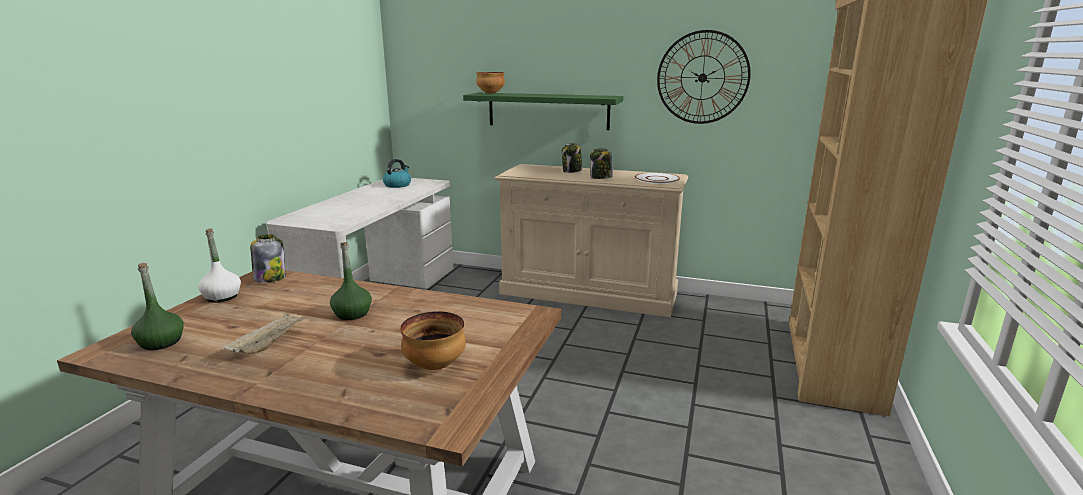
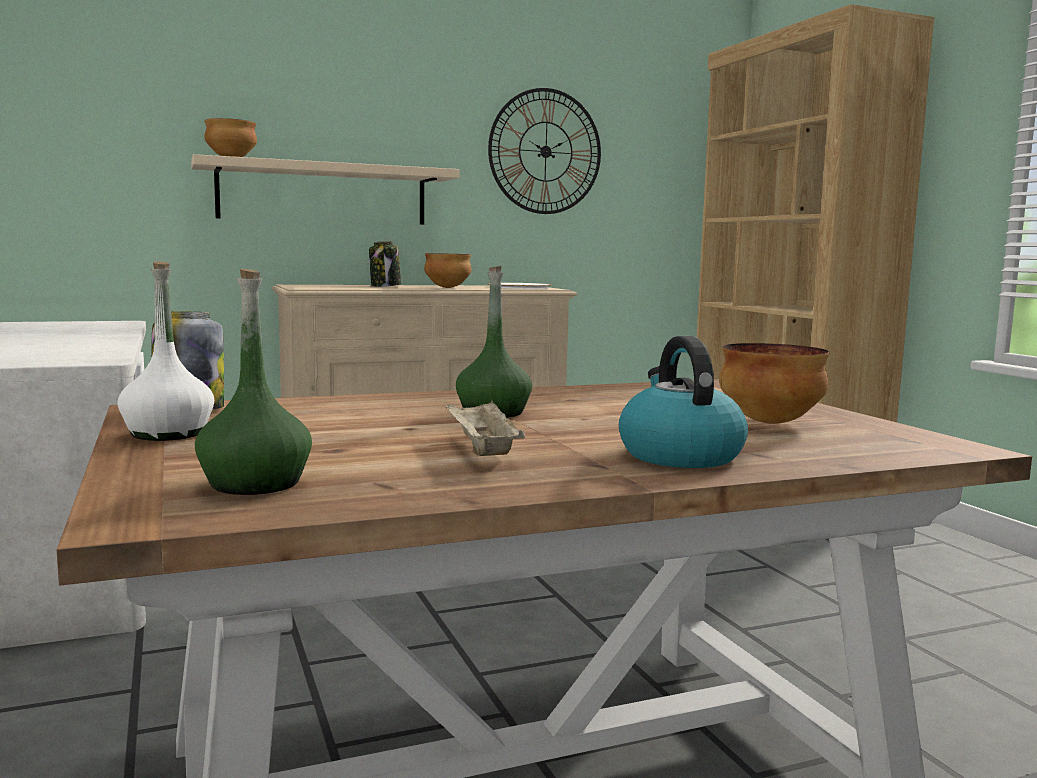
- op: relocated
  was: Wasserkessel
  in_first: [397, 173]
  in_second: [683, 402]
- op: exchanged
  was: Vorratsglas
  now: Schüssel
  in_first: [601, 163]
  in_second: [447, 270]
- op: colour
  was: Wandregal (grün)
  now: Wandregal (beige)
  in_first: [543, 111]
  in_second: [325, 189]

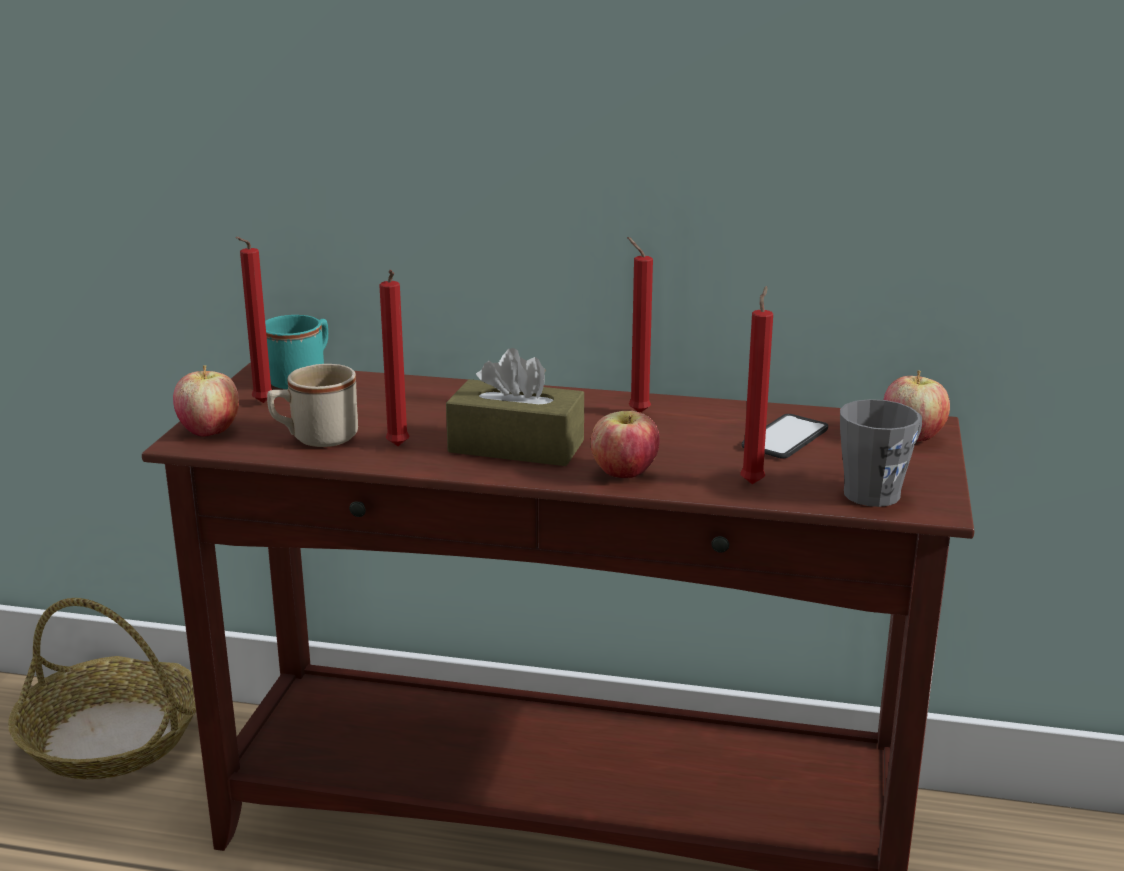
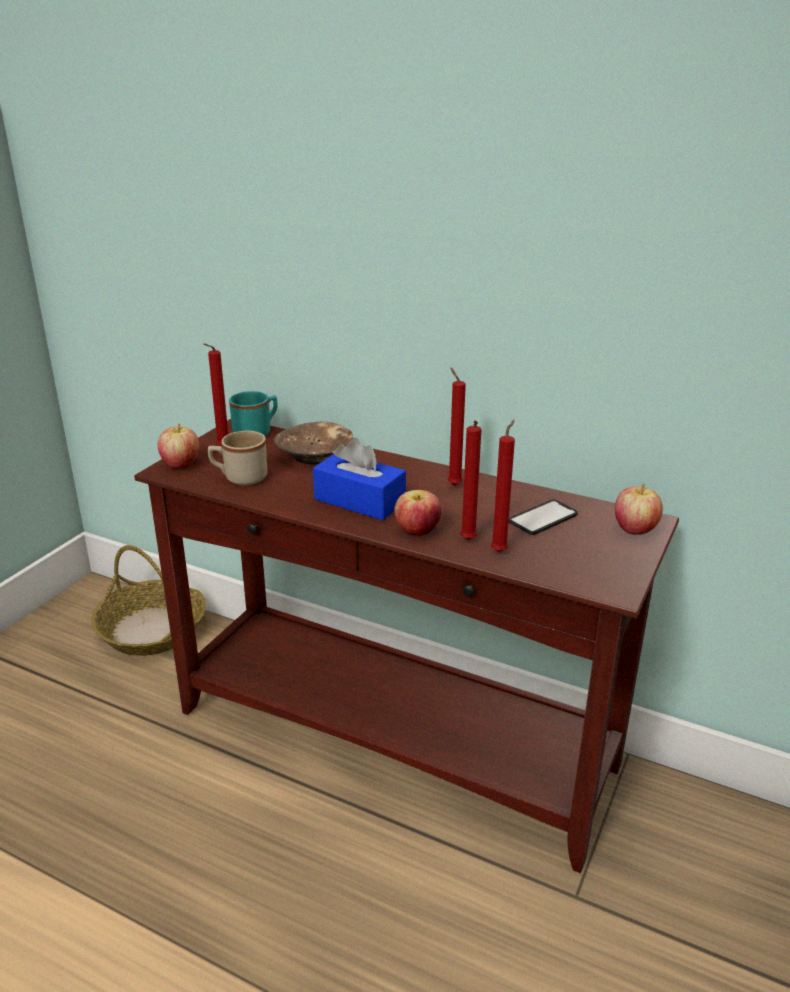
- op: missing
  was: Henkelbecher (grau)
  in_first: [881, 453]
- op: appeared
  now: Schüssel (braun)
  in_second: [313, 443]
- op: relocated
  was: Kerze (rot)
  in_first: [394, 358]
  in_second: [470, 480]
- op: colour
  was: Taschentuchbox (braun)
  now: Taschentuchbox (blau)
  in_first: [515, 407]
  in_second: [359, 479]

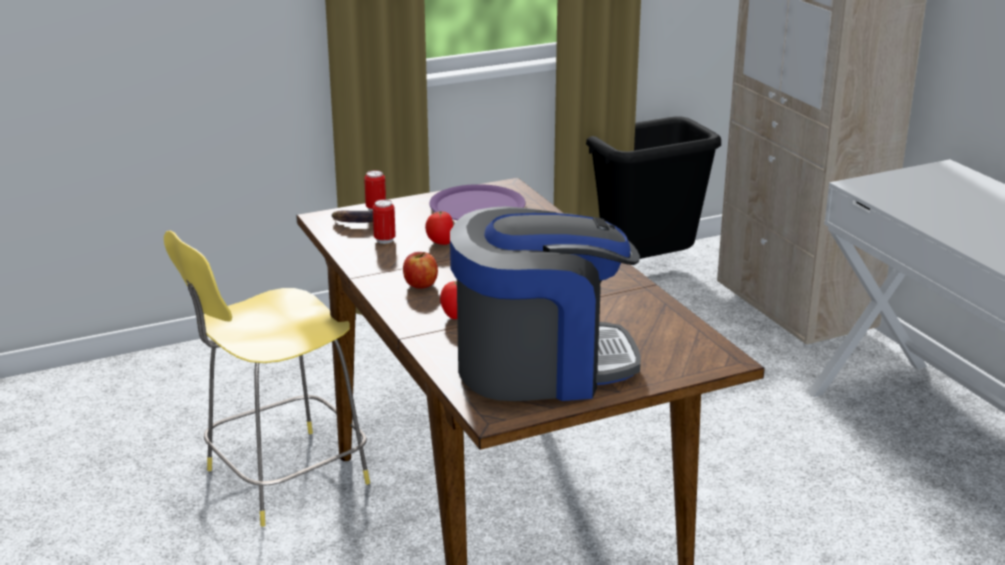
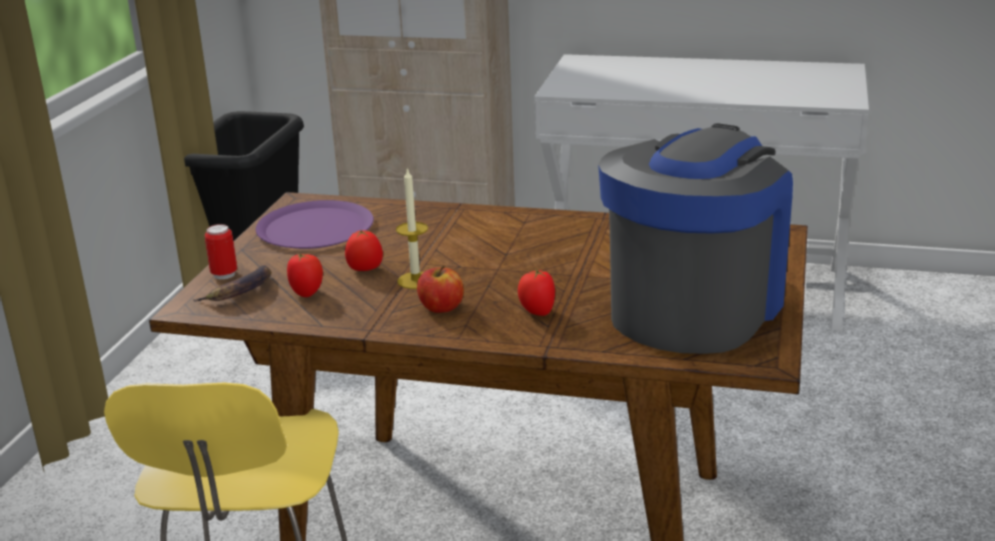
- op: appeared
  now: Kerze
  in_second: [412, 228]
- op: exchanged
  was: Dose
  now: Tomate
  in_first: [384, 221]
  in_second: [305, 275]

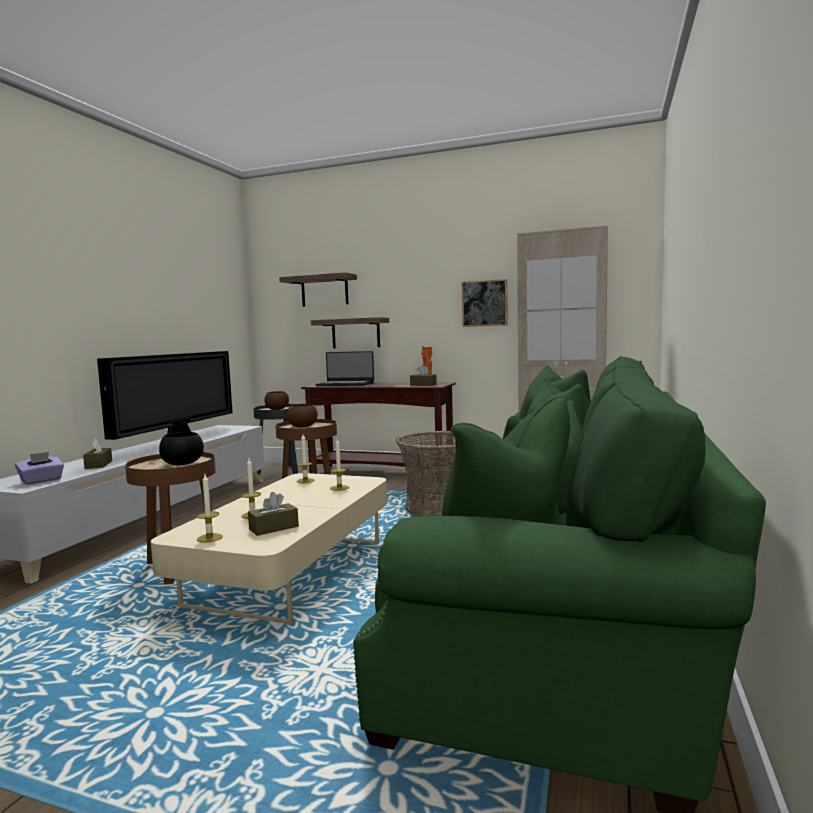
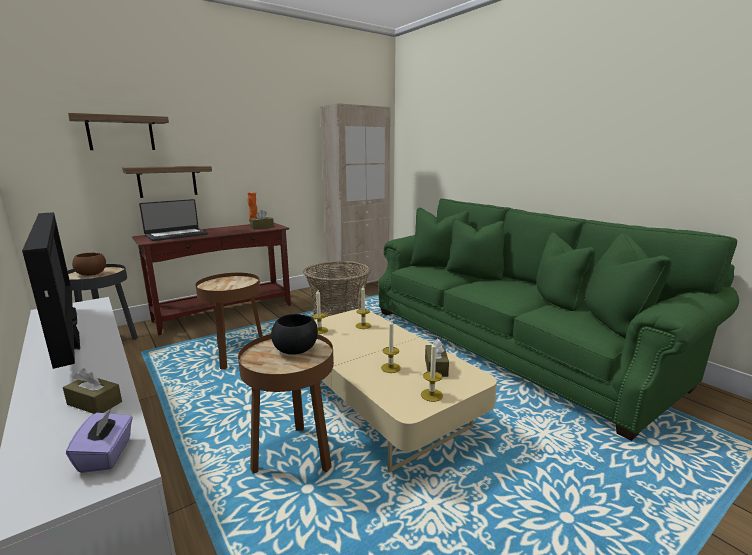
- op: missing
  was: Schüssel (braun)
  in_first: [302, 415]
- op: missing
  was: Bild
  in_first: [485, 303]

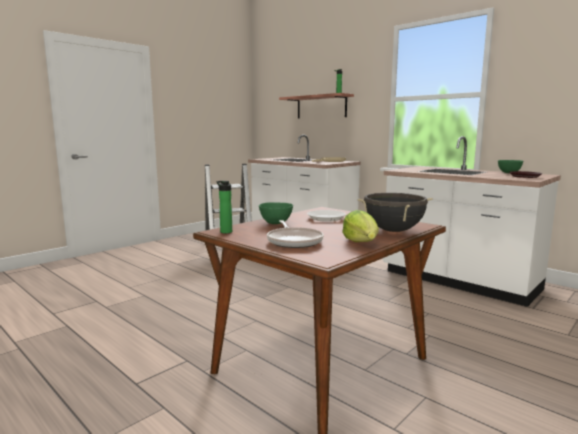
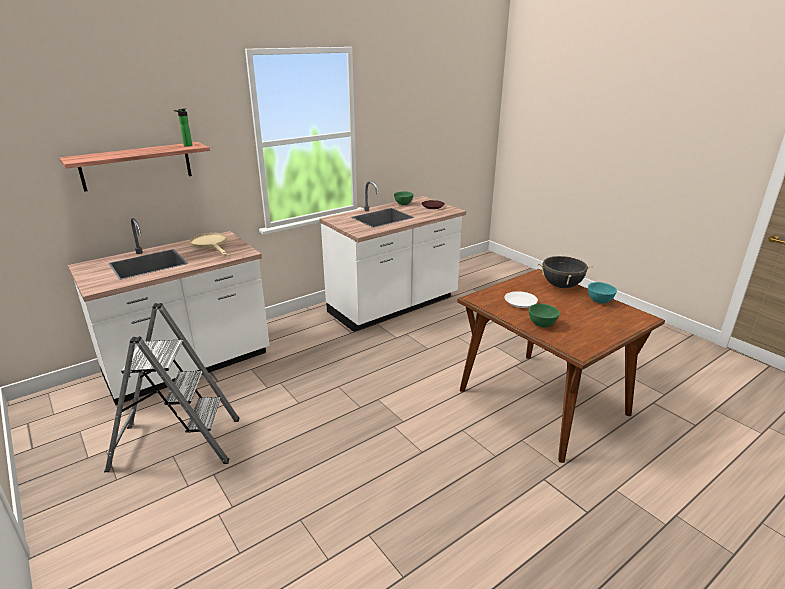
- op: missing
  was: Flasche
  in_first: [224, 207]
- op: missing
  was: Pfanne
  in_first: [295, 234]
- op: exchanged
  was: Salatkopf
  now: Schüssel (türkis)
  in_first: [360, 226]
  in_second: [602, 293]

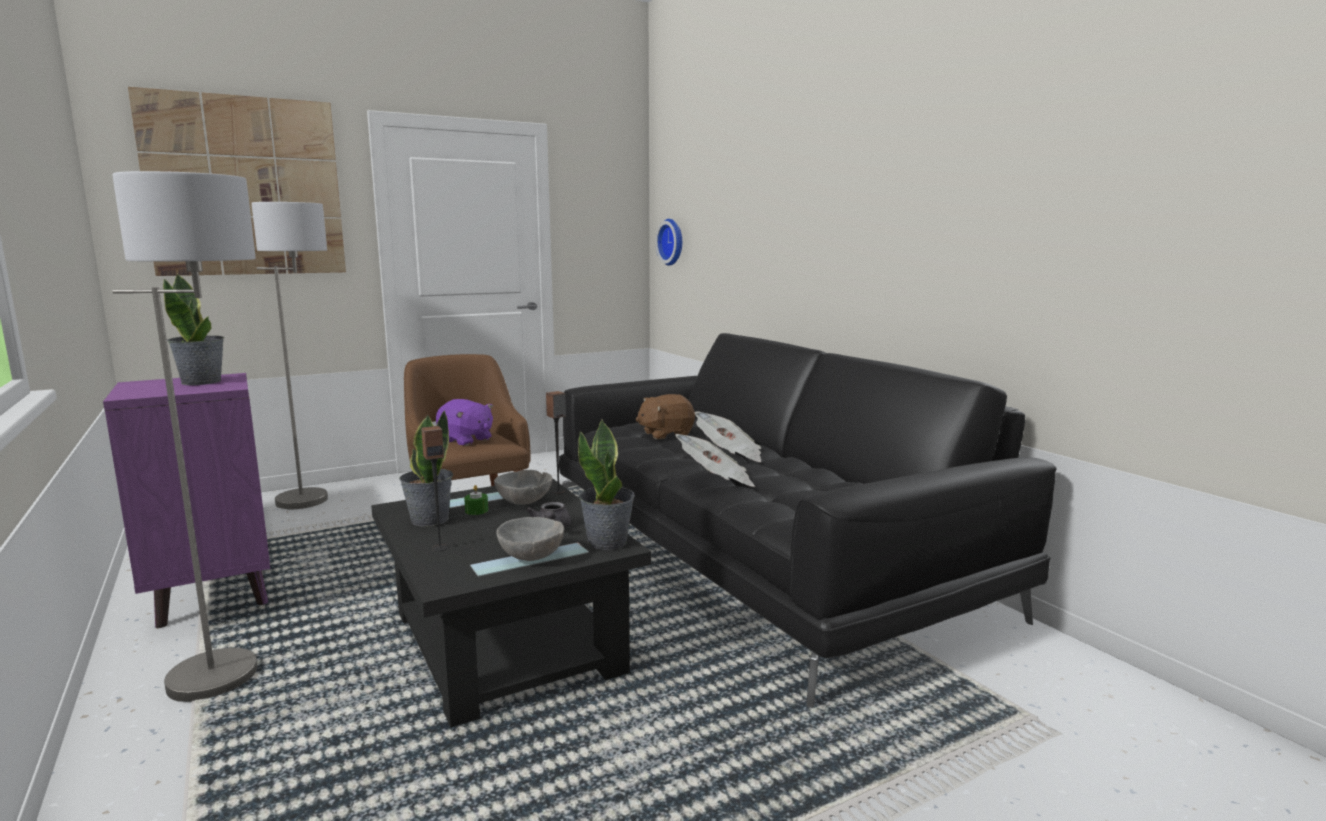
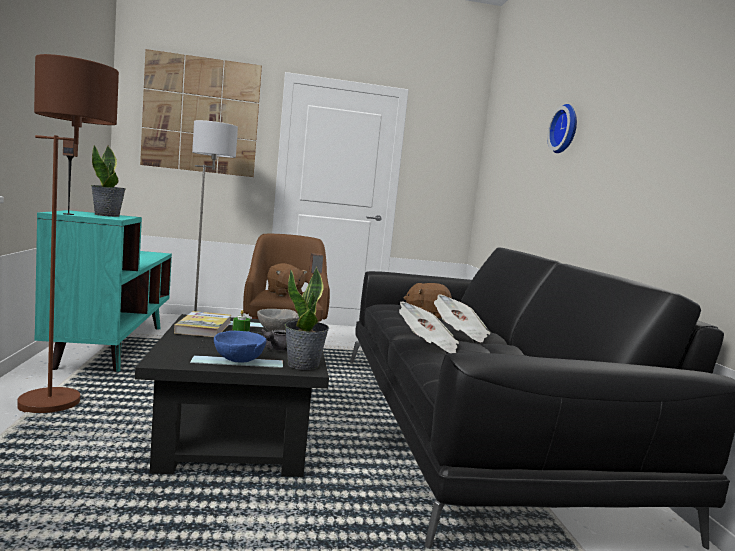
- op: relocated
  was: Lautsprecher
  in_first: [434, 488]
  in_second: [70, 176]
- op: relocated
  was: Wanduhr
  in_first: [669, 242]
  in_second: [562, 128]
- op: exchanged
  was: Topfpflanze
  now: Buch
  in_first: [426, 468]
  in_second: [202, 324]
- op: colour
  was: Fernsehschrank (lila)
  now: Fernsehschrank (türkis)
  in_first: [186, 500]
  in_second: [103, 291]
- op: colour
  was: Stehlampe (grau)
  now: Stehlampe (braun)
  in_first: [184, 436]
  in_second: [68, 233]
- op: colour
  was: Plüschtier (lila)
  now: Plüschtier (braun)
  in_first: [464, 422]
  in_second: [287, 279]
- op: colour
  was: Schüssel (grau)
  now: Schüssel (blau)
  in_first: [530, 539]
  in_second: [240, 346]

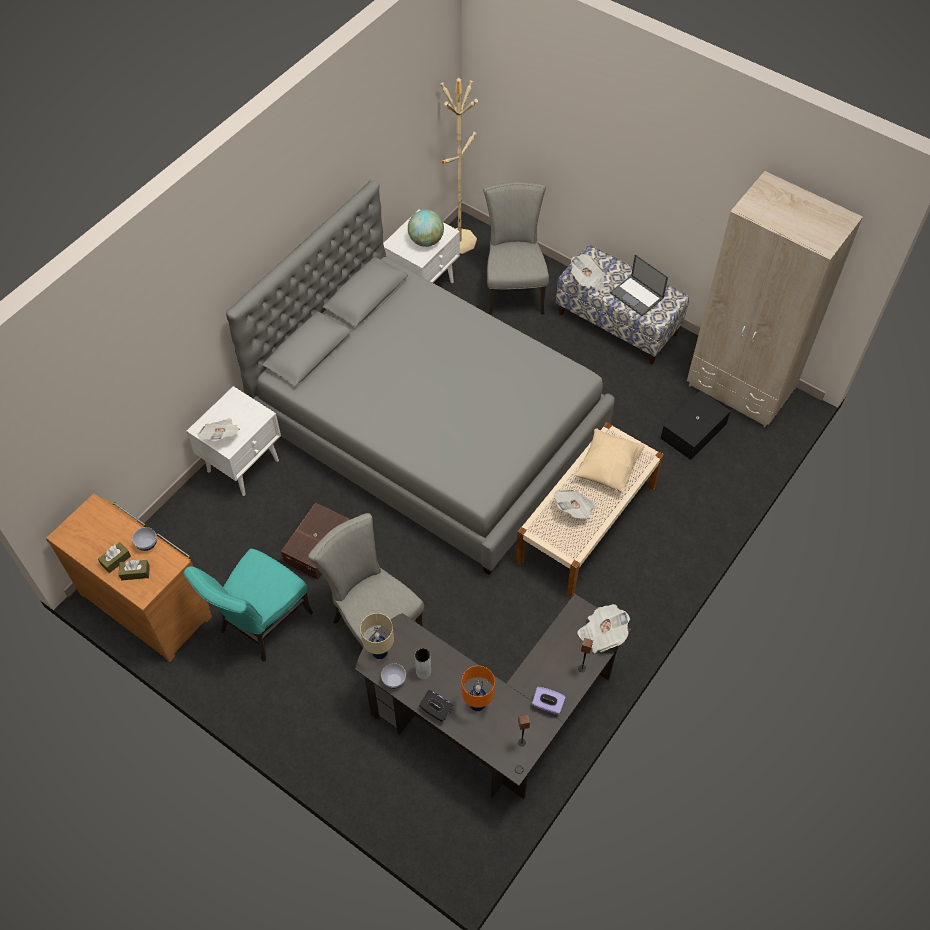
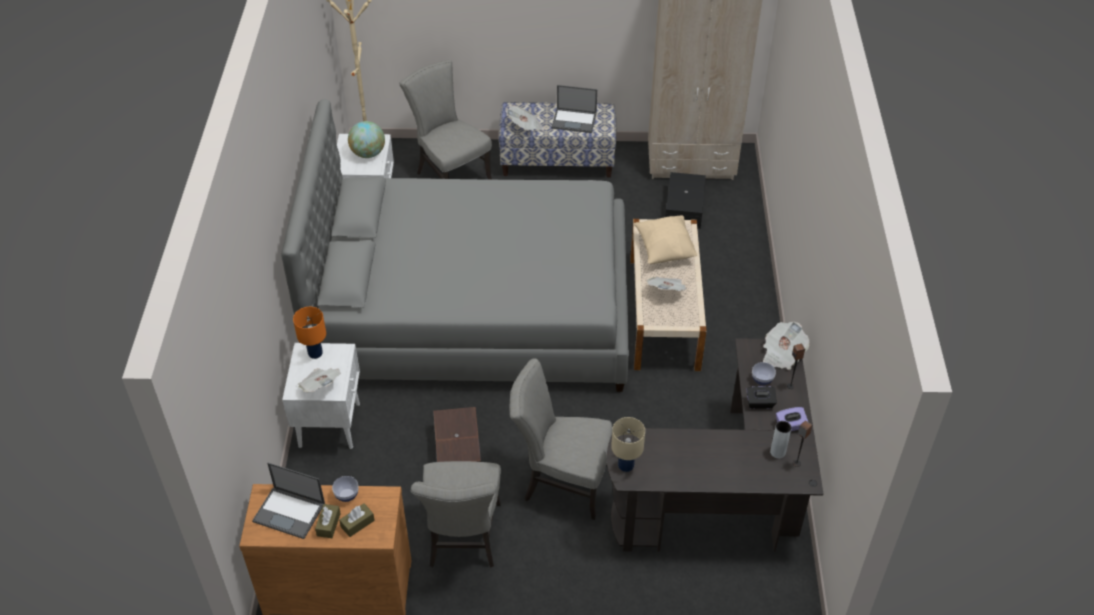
- op: appeared
  now: Laptop
  in_second: [288, 501]
- op: relocated
  was: Schüssel
  in_first: [393, 676]
  in_second: [764, 373]
- op: relocated
  was: Vase (grau)
  in_first: [423, 663]
  in_second: [781, 439]
- op: relocated
  was: Taschentuchbox (schwarz)
  in_first: [436, 706]
  in_second: [761, 397]
- op: relocated
  was: Tischlampe (orange)
  in_first: [478, 688]
  in_second: [309, 333]
- op: colour
  was: Stuhl (türkis)
  now: Stuhl (grau)
  in_first: [248, 605]
  in_second: [456, 514]

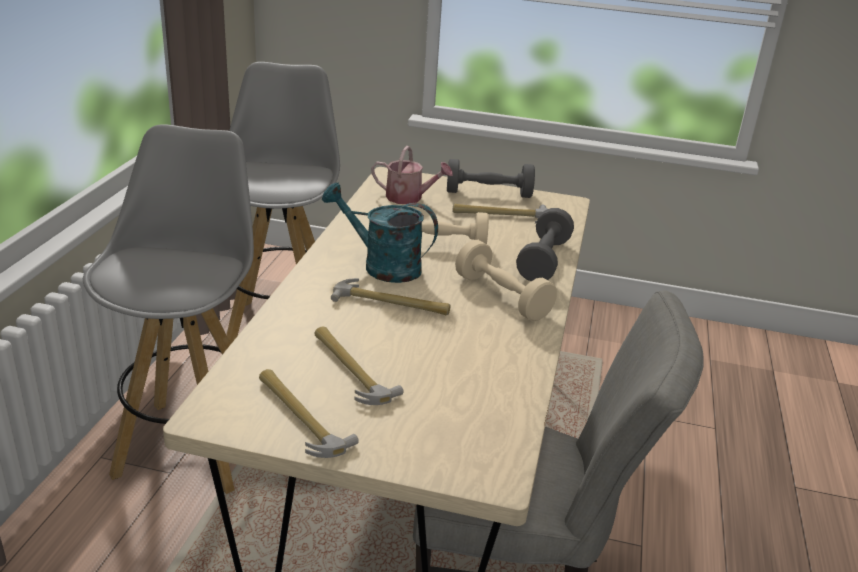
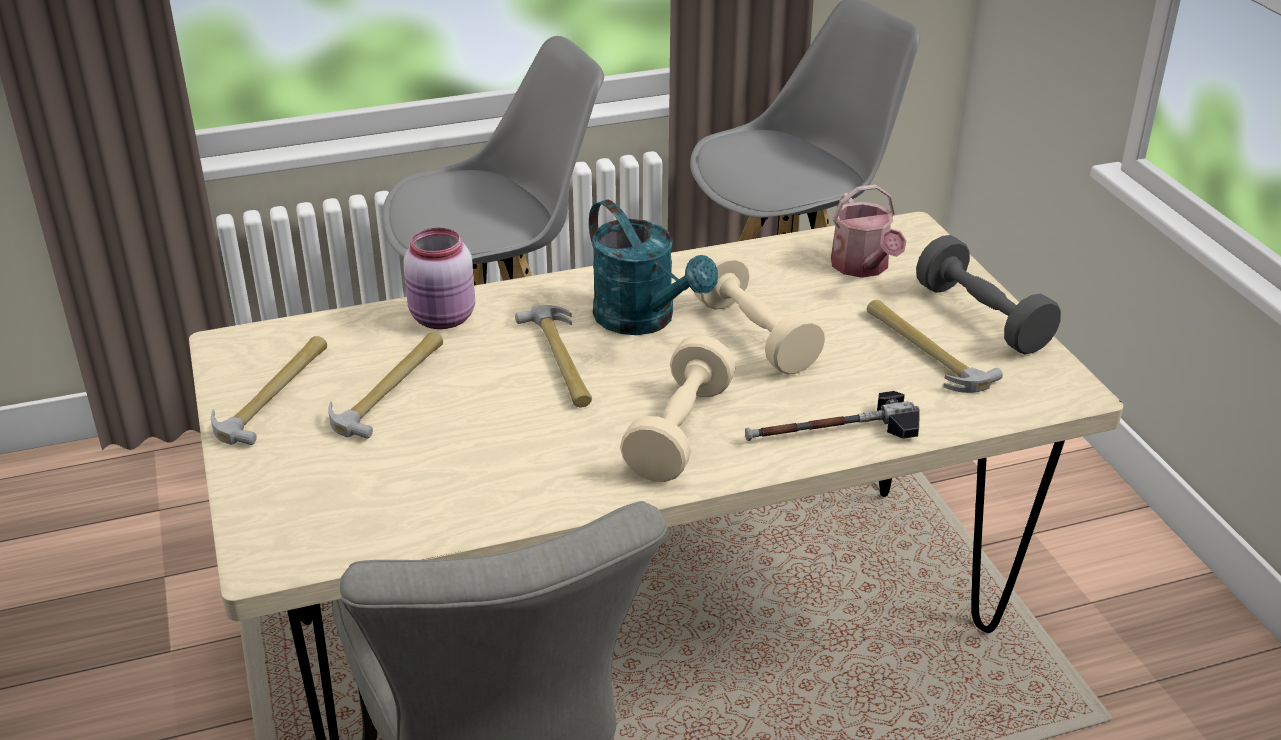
- op: appeared
  now: Vorratsglas (rosa)
  in_second: [439, 278]
- op: exchanged
  was: Hantel (grau)
  now: Hammer
  in_first: [545, 244]
  in_second: [832, 416]
- op: spun
  was: Gießkanne (türkis)
  in_first: [380, 233]
  in_second: [653, 267]
  clockwise: 150

